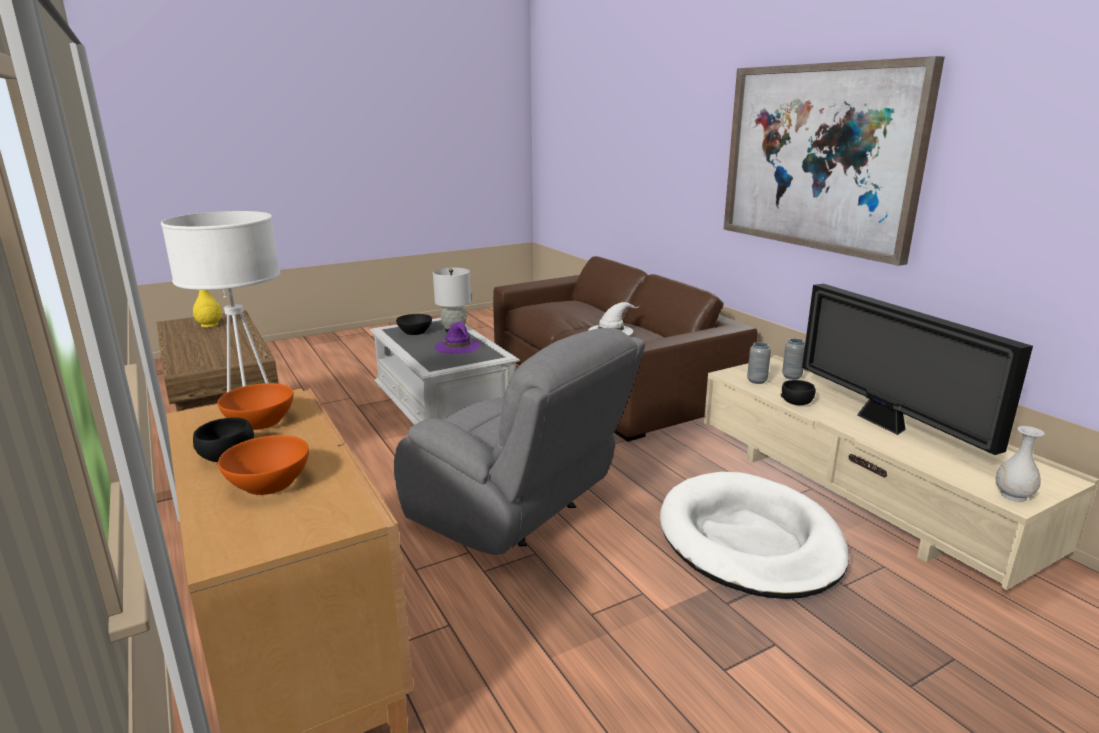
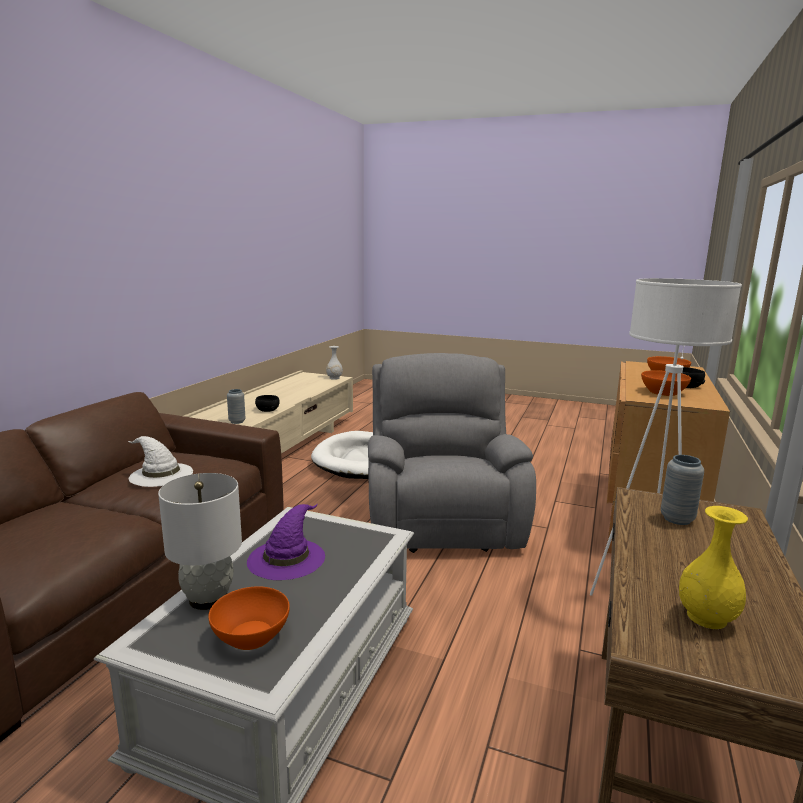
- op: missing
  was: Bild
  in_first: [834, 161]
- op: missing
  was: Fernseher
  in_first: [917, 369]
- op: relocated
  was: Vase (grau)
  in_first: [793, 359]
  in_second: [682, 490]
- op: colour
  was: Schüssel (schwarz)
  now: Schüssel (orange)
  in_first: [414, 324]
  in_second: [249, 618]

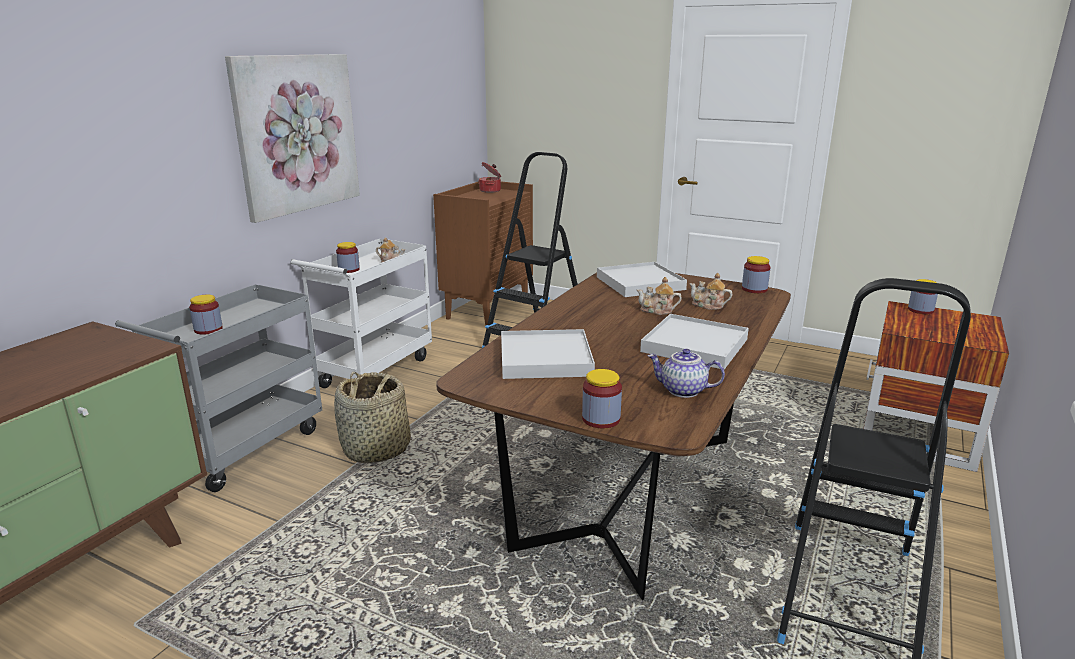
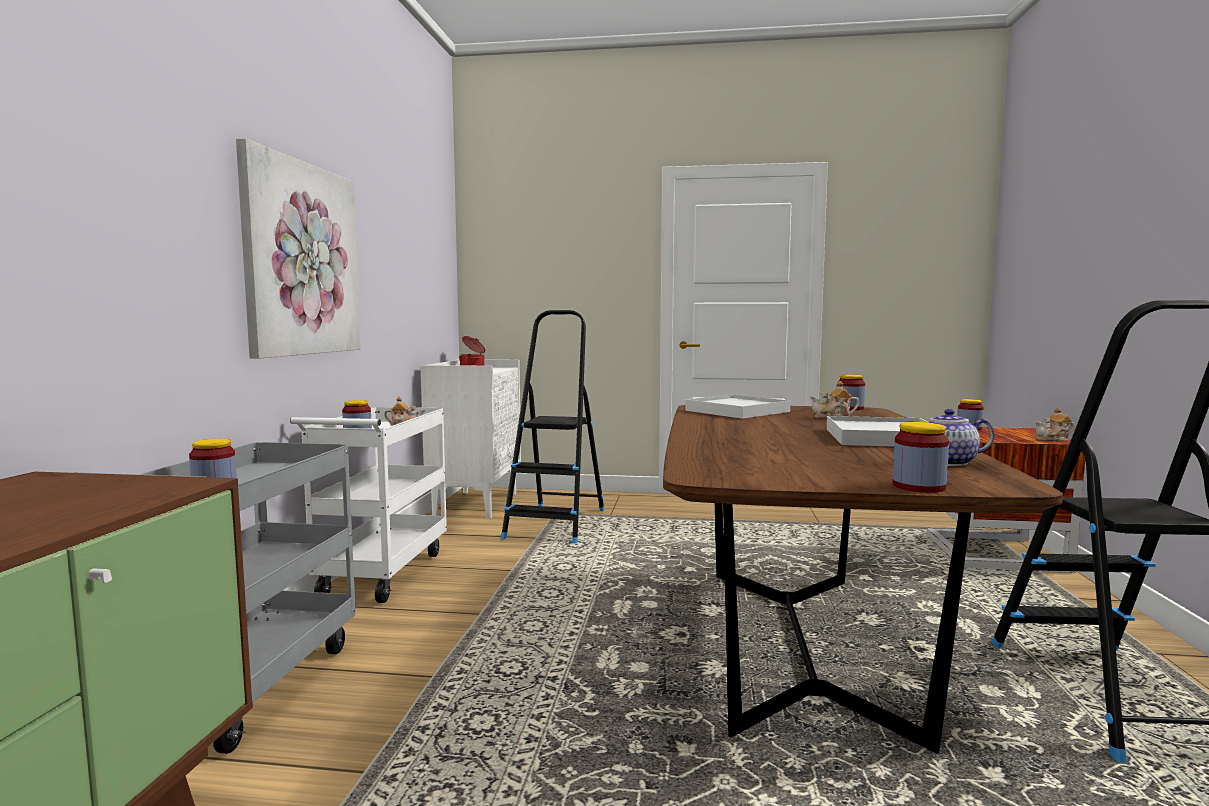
- op: missing
  was: Korb
  in_first: [372, 417]
- op: missing
  was: Tablett (weiß)
  in_first: [548, 354]
- op: relocated
  was: Teekanne
  in_first: [659, 296]
  in_second: [1054, 425]
- op: colour
  was: Schrank (braun)
  now: Schrank (weiß)
  in_first: [483, 253]
  in_second: [470, 438]

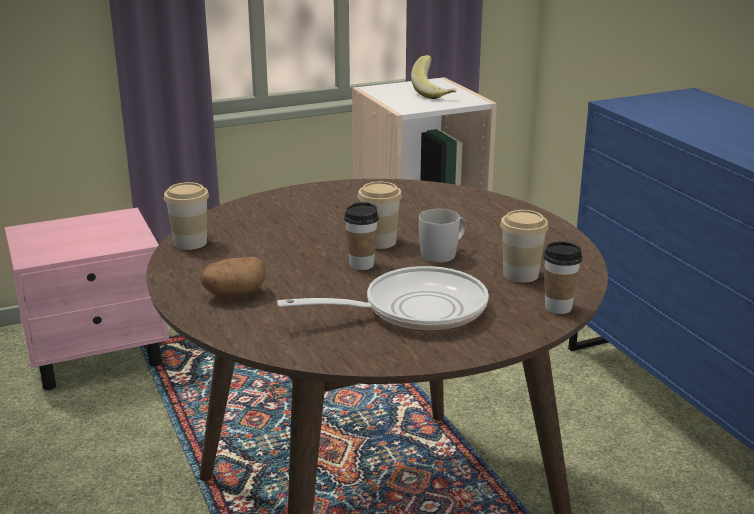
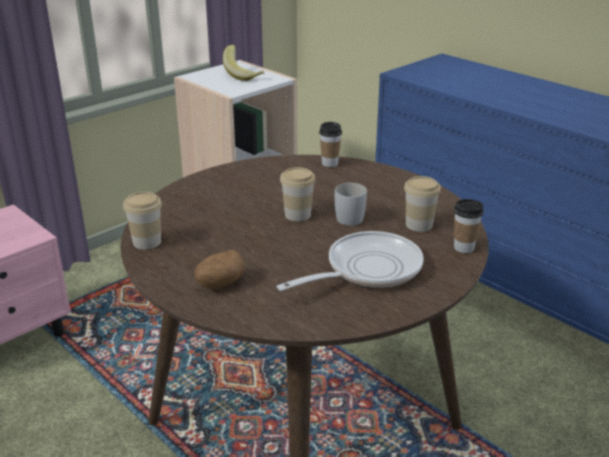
- op: relocated
  was: Tasse
  in_first: [361, 236]
  in_second: [330, 144]

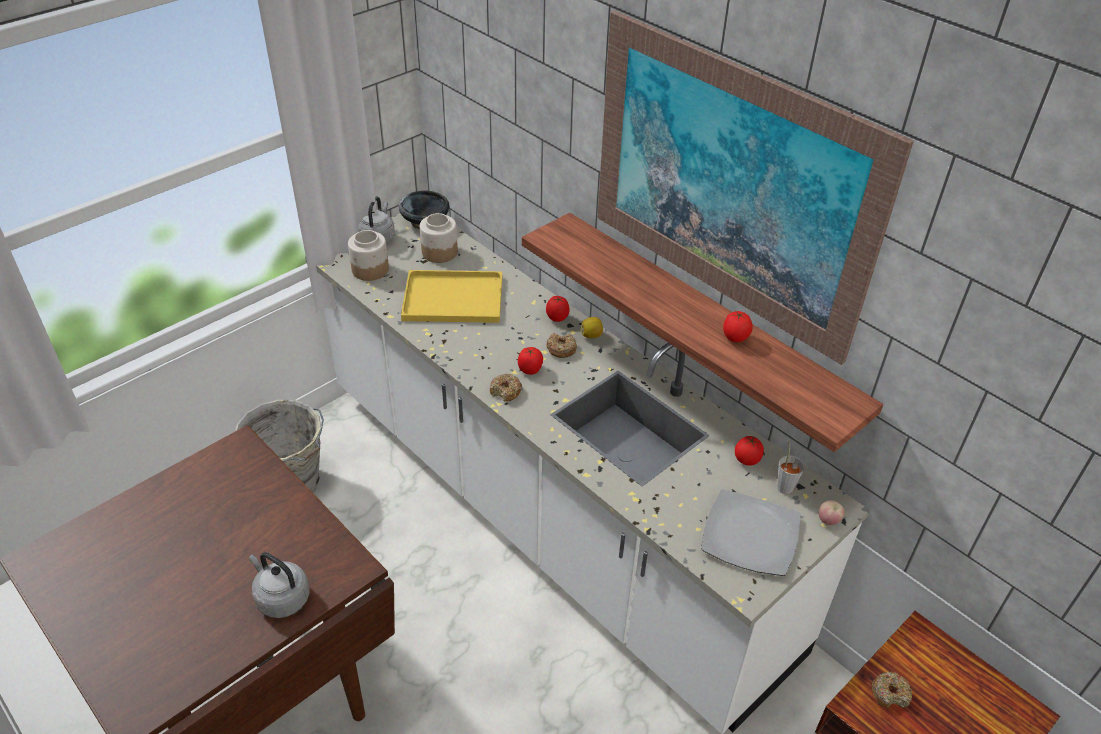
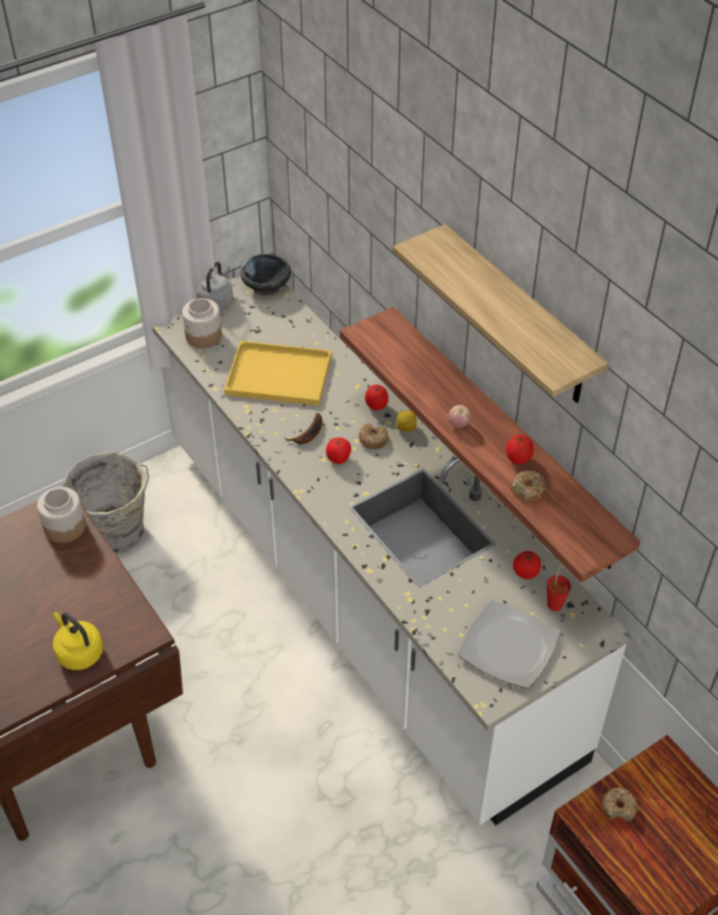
- op: appeared
  now: Banane
  in_second: [303, 428]
- op: relocated
  was: Vorratsglas
  in_first: [439, 238]
  in_second: [61, 515]
- op: relocated
  was: Donut
  in_first: [506, 388]
  in_second: [529, 486]
- op: relocated
  was: Apfel
  in_first: [831, 512]
  in_second: [459, 416]
- op: exchanged
  was: Bild
  now: Wandregal
  in_first: [755, 188]
  in_second: [501, 313]
- op: colour
  was: Wasserkessel (grau)
  now: Wasserkessel (gelb)
  in_first: [279, 585]
  in_second: [78, 641]
- op: colour
  was: Tasse (grau)
  now: Tasse (rot)
  in_first: [791, 468]
  in_second: [559, 587]

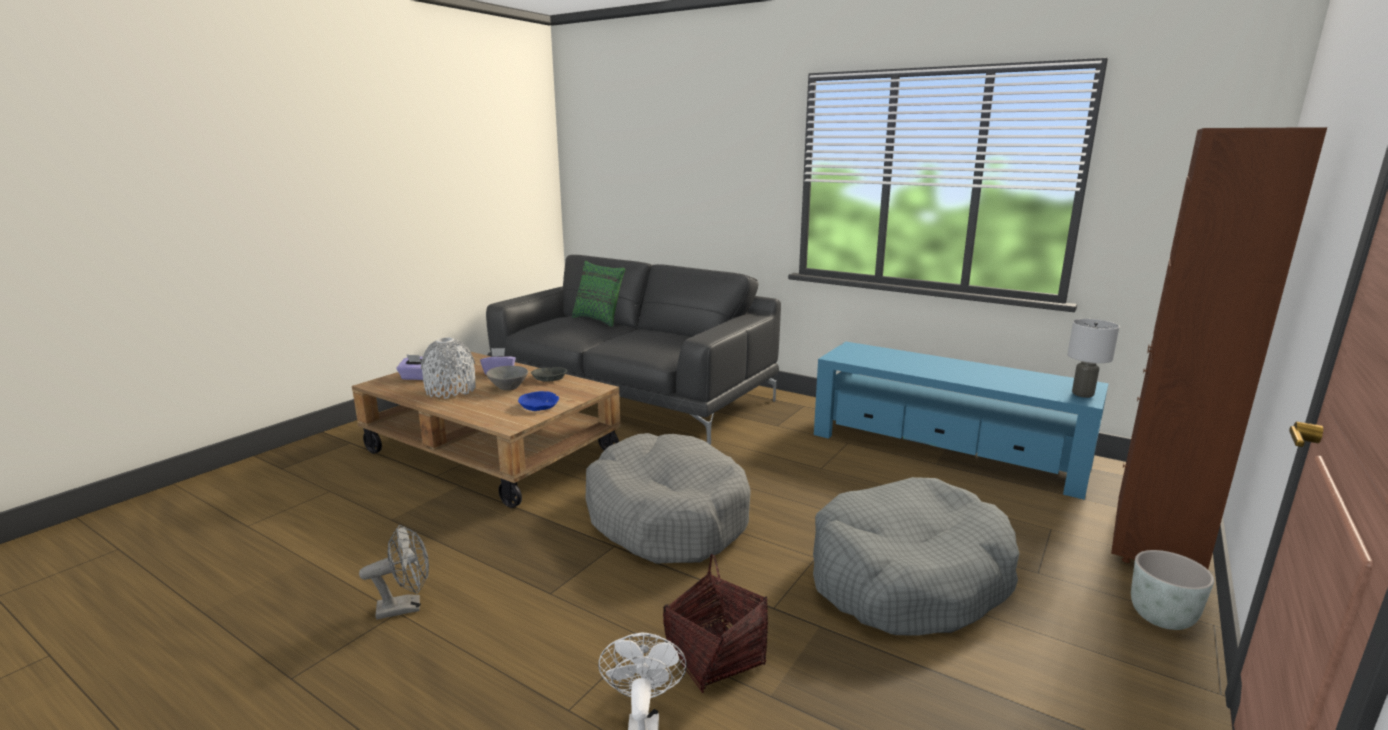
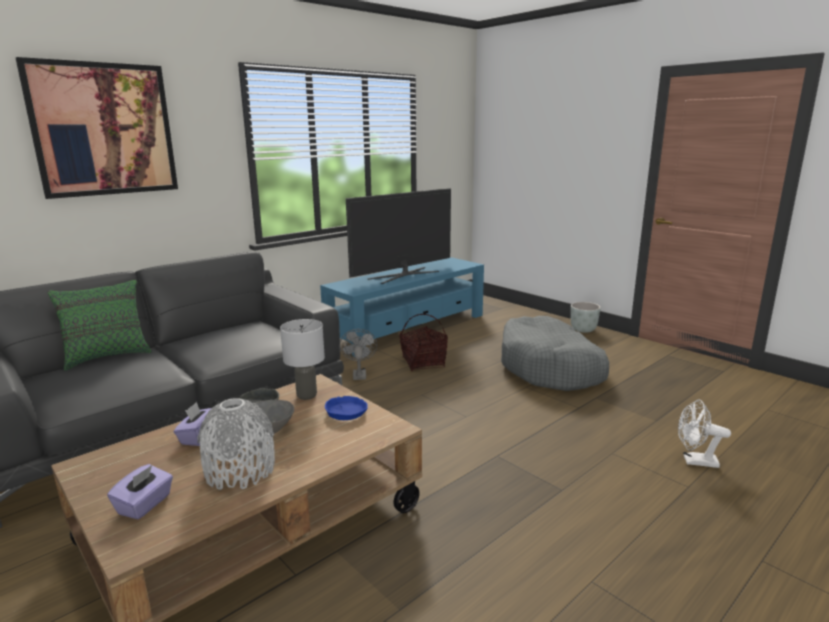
- op: missing
  was: Hundebett (grau)
  in_first: [668, 498]
- op: missing
  was: Schrank (braun)
  in_first: [1219, 348]
- op: appeared
  now: Bild
  in_second: [97, 128]
- op: appeared
  now: Fernseher
  in_second: [398, 236]
- op: relocated
  was: Ventilator (grau)
  in_first: [394, 572]
  in_second: [358, 354]
- op: relocated
  was: Korb
  in_first: [715, 623]
  in_second: [423, 342]
- op: relocated
  was: Tischlampe (weiß)
  in_first: [1093, 358]
  in_second: [302, 359]

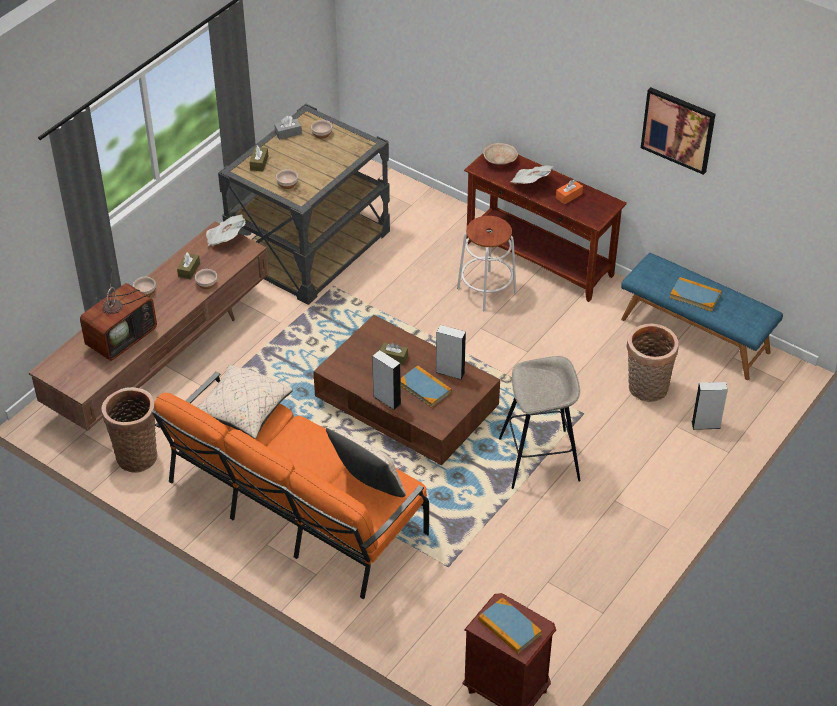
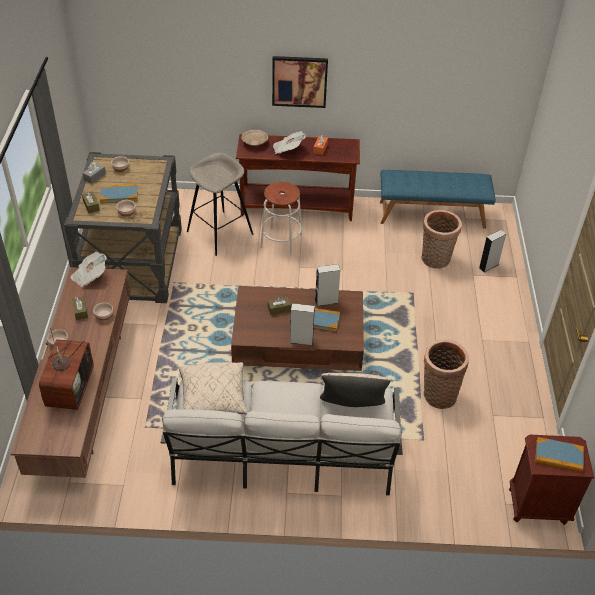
- op: relocated
  was: Korb
  in_first: [129, 429]
  in_second: [446, 374]
- op: relocated
  was: Hocker (grau)
  in_first: [540, 422]
  in_second: [220, 204]
- op: relocated
  was: Bild
  in_first: [678, 131]
  in_second: [300, 82]
- op: relocated
  was: Buch
  in_first: [696, 294]
  in_second: [119, 194]
- op: colour
  was: Sofa (orange)
  now: Sofa (weiß)
  in_first: [290, 485]
  in_second: [281, 436]

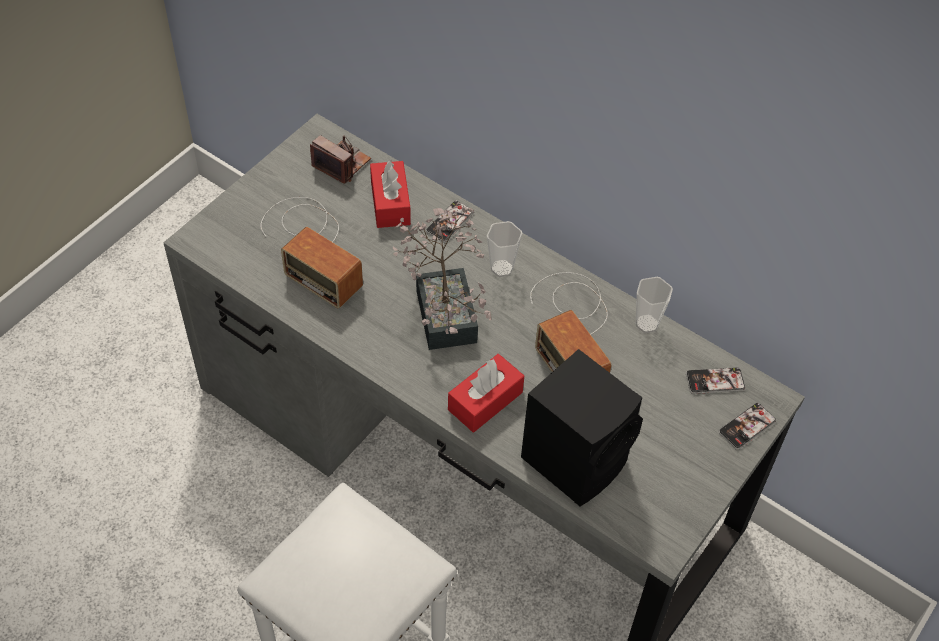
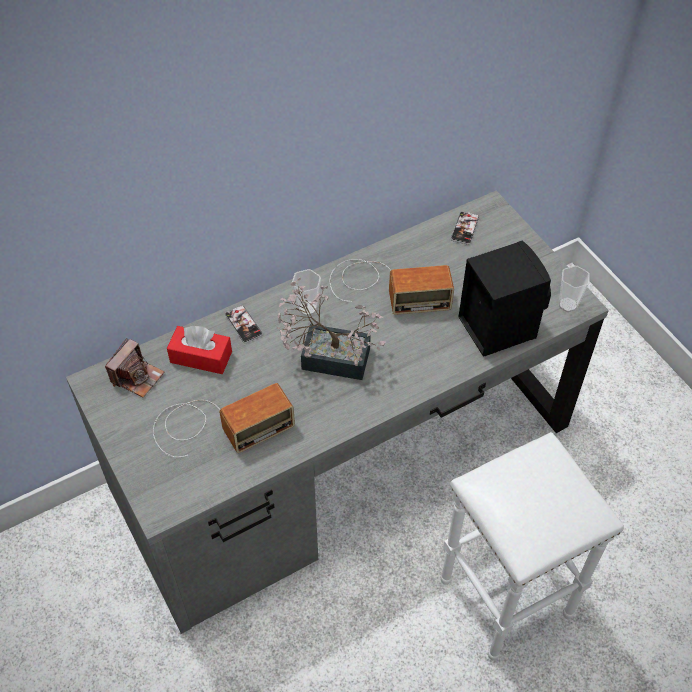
- op: missing
  was: Taschentuchbox (rot)
  in_first: [486, 393]
- op: missing
  was: Handy
  in_first: [747, 426]
- op: relocated
  was: Tasse
  in_first: [654, 305]
  in_second: [574, 289]
- op: spun
  was: Kamera
  in_first: [340, 159]
  in_second: [134, 368]
  clockwise: 150

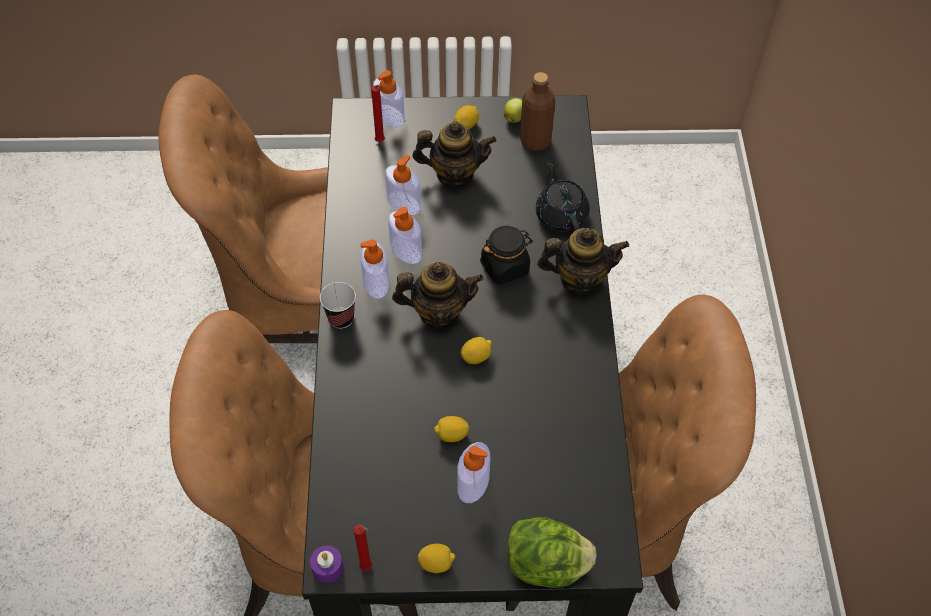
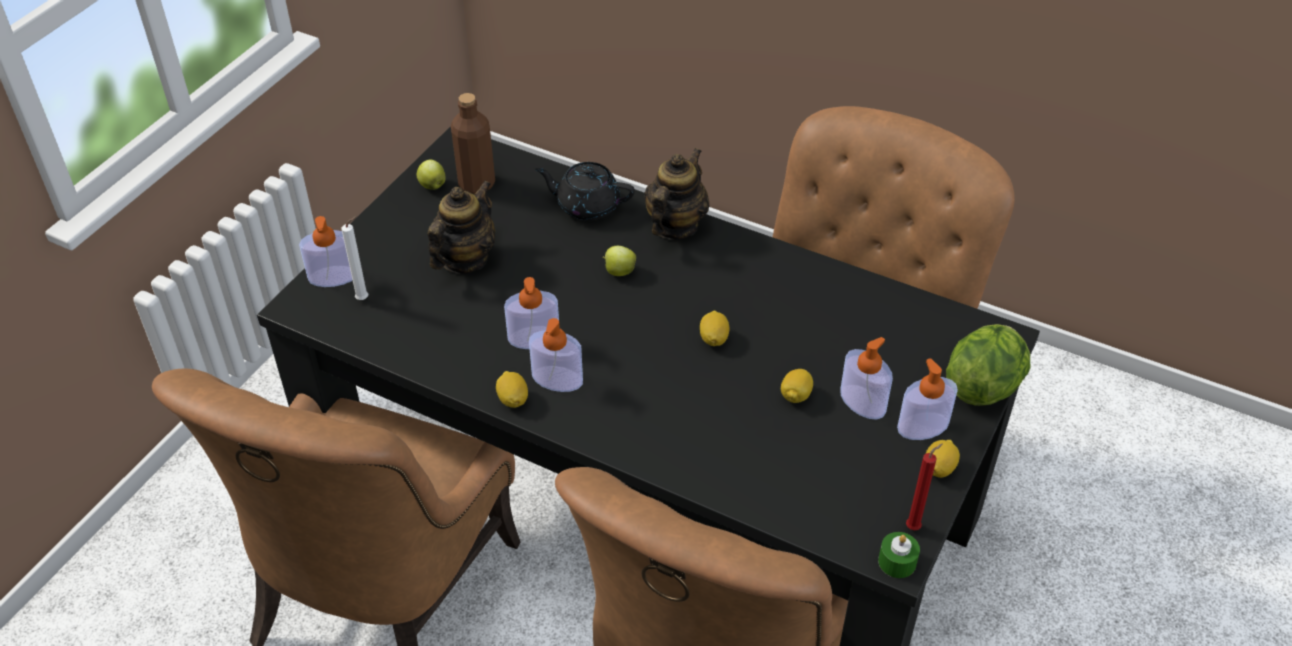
- op: missing
  was: Tasse
  in_first: [338, 305]
- op: missing
  was: Teekanne
  in_first: [438, 295]
- op: relocated
  was: Seifenspender
  in_first: [403, 185]
  in_second: [927, 399]
- op: relocated
  was: Zitrone
  in_first: [466, 117]
  in_second: [512, 389]
- op: exchanged
  was: Vorratsglas (schwarz)
  now: Apfel
  in_first: [506, 255]
  in_second: [619, 261]
- op: colour
  was: Kerze (lila)
  now: Kerze (grün)
  in_first: [326, 564]
  in_second: [899, 555]
- op: colour
  was: Kerze (rot)
  now: Kerze (weiß)
  in_first: [378, 113]
  in_second: [354, 258]

